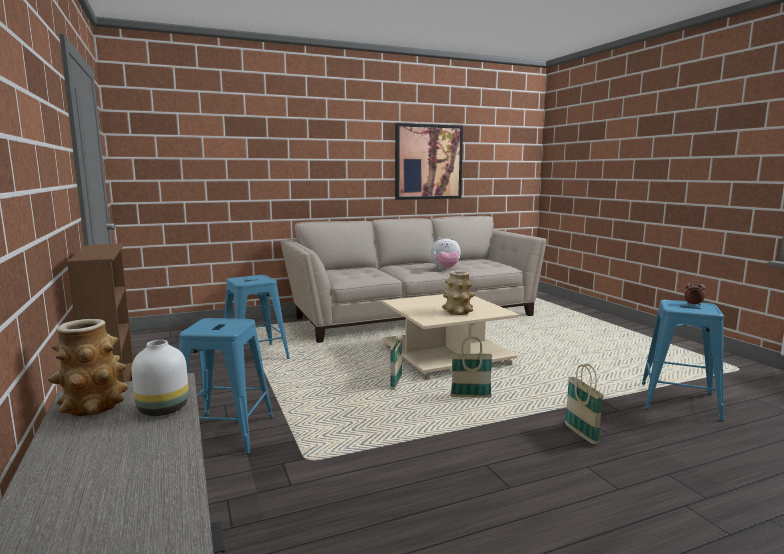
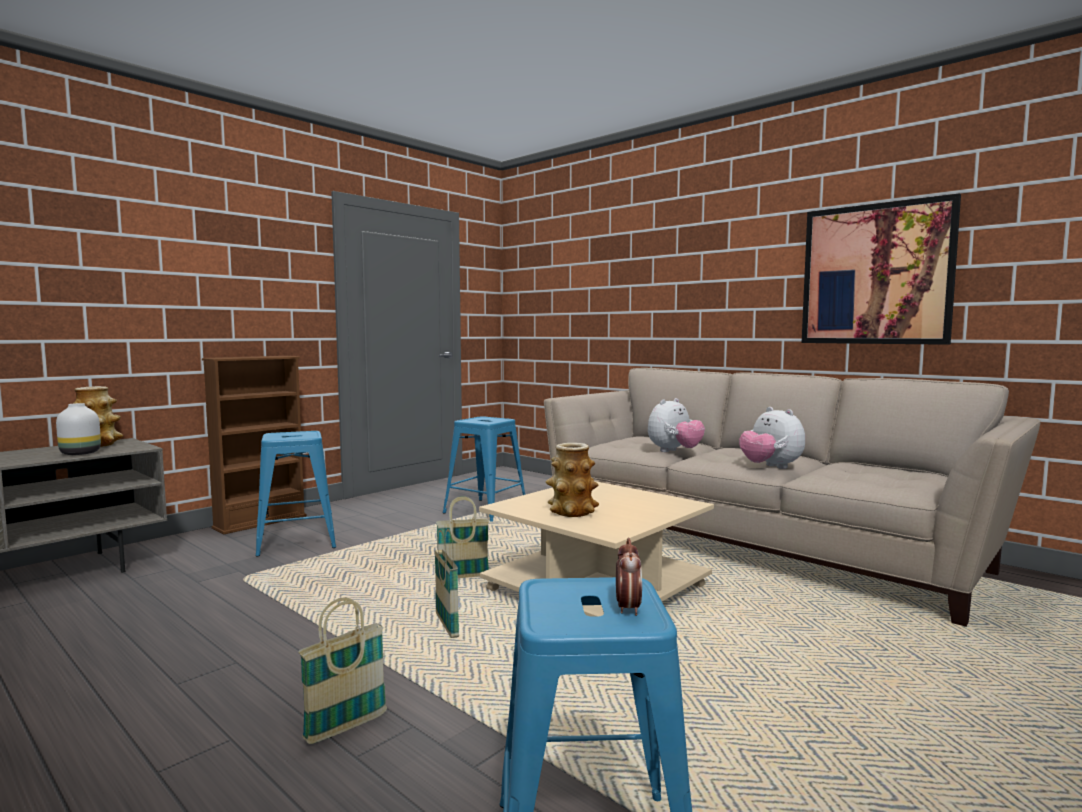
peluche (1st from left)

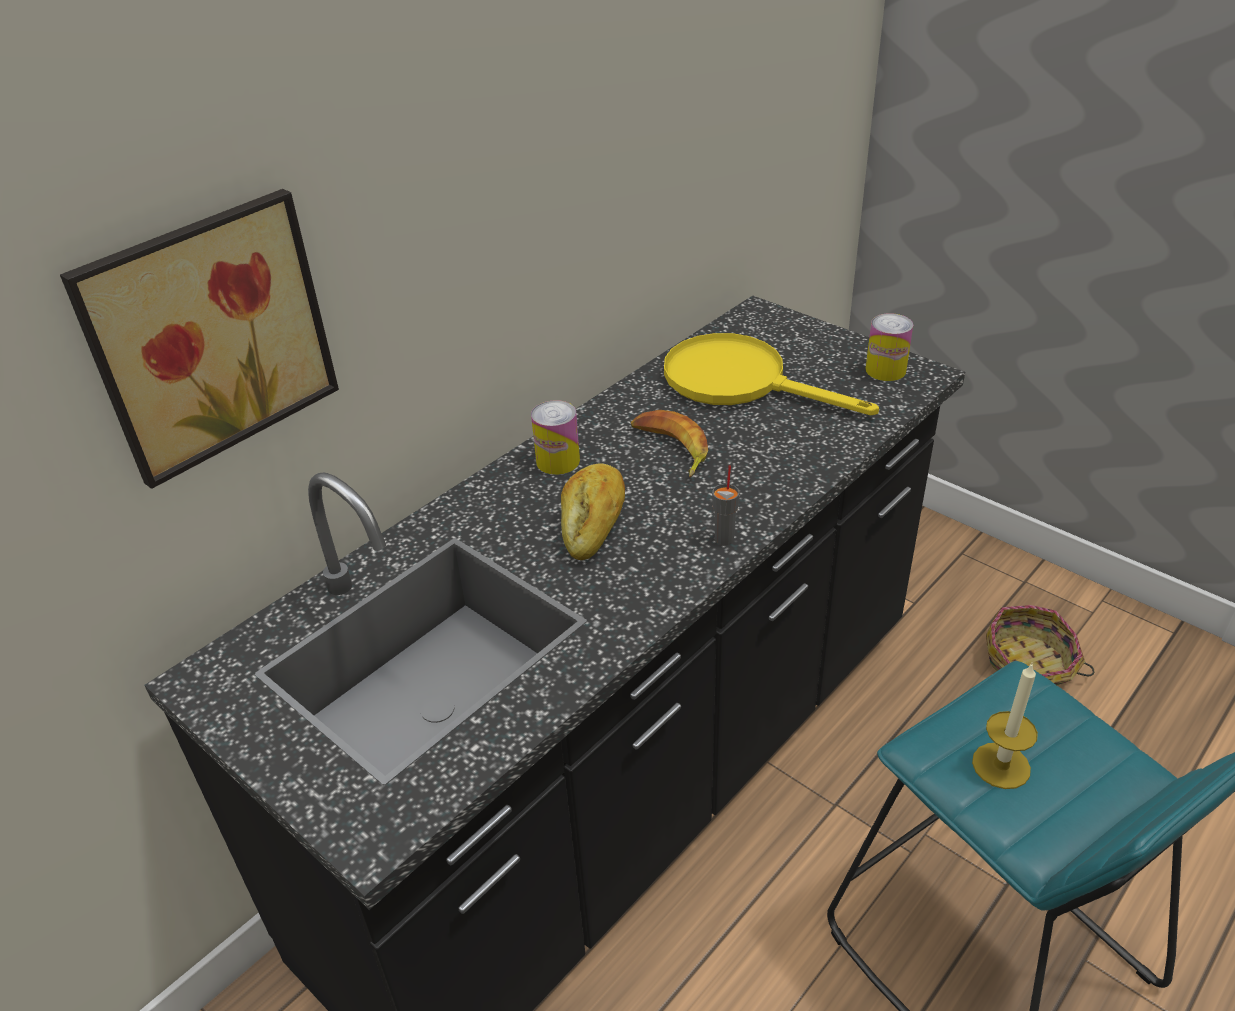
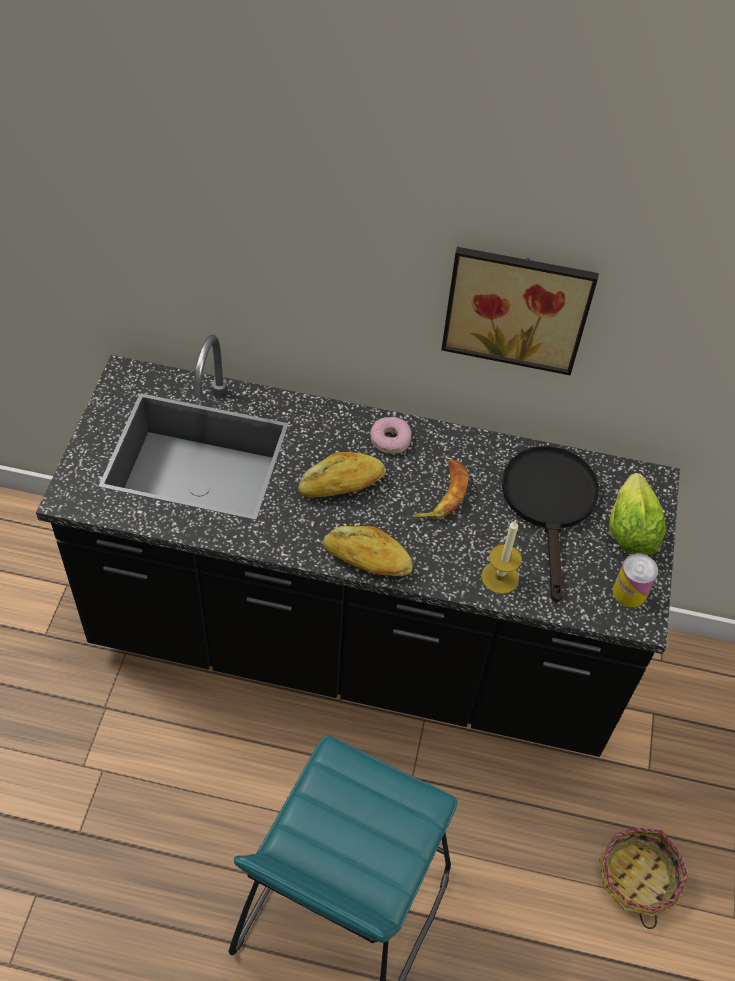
tableau
poêle/noir
beignet
pain (2nd from left)
bougie
laitue

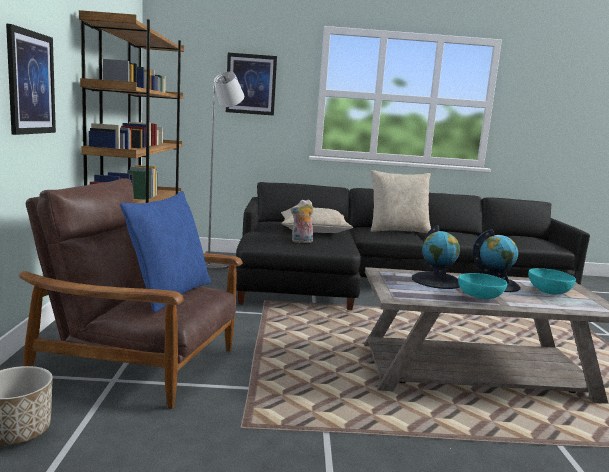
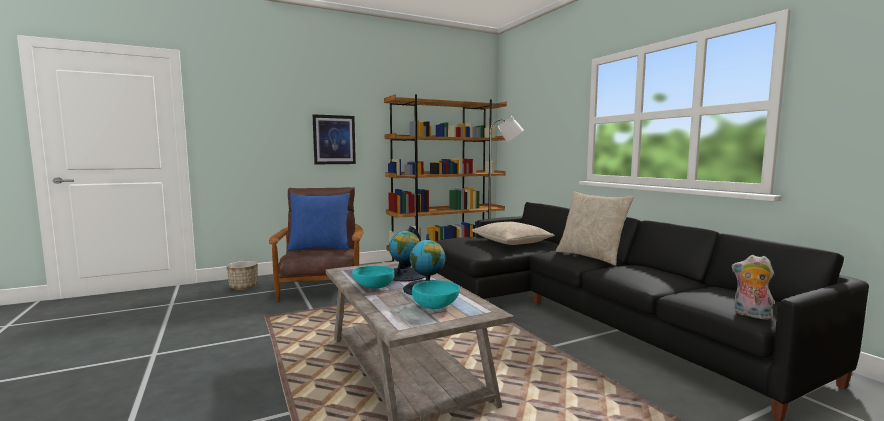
tableau (2nd from left in the first image)
peluche

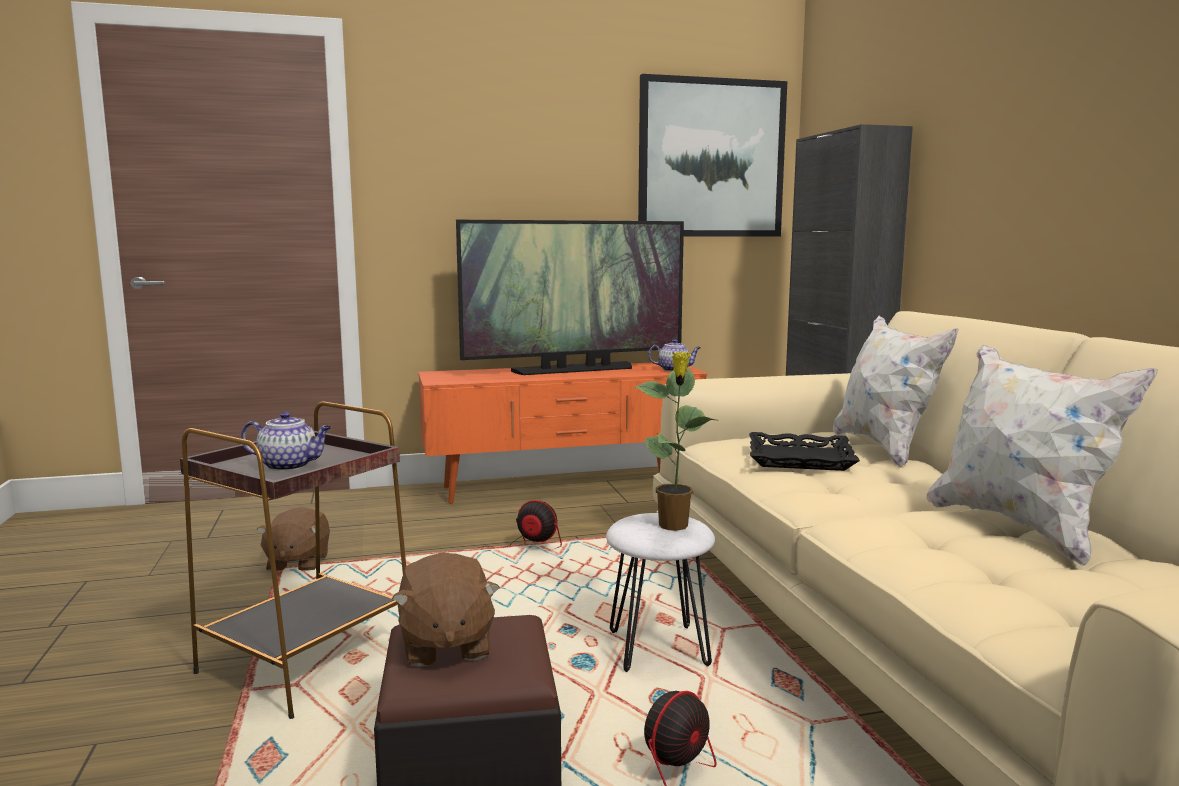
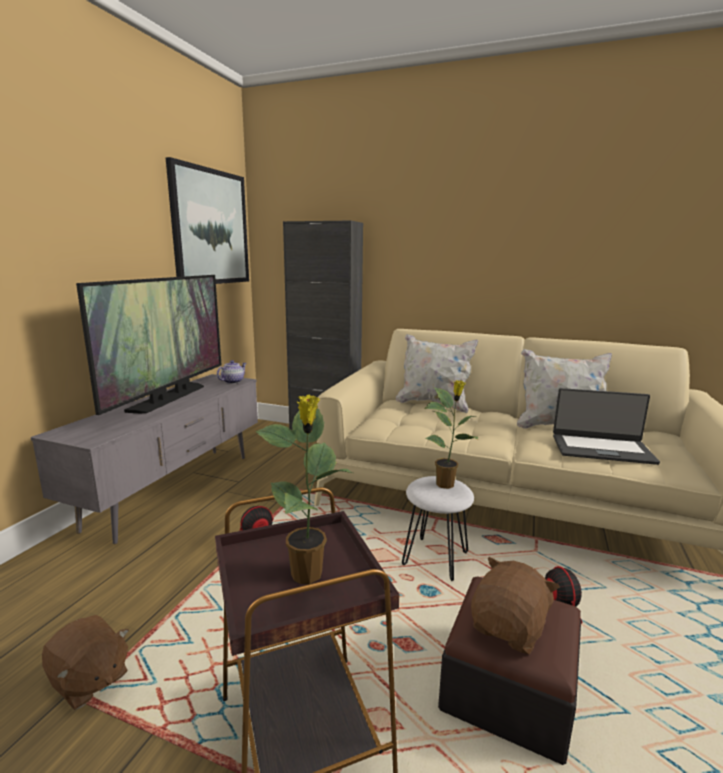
meuble télé/gris
plante en pot (1st from left)
plateau/noir
peluche/marron (2nd from left)
ordinateur portable

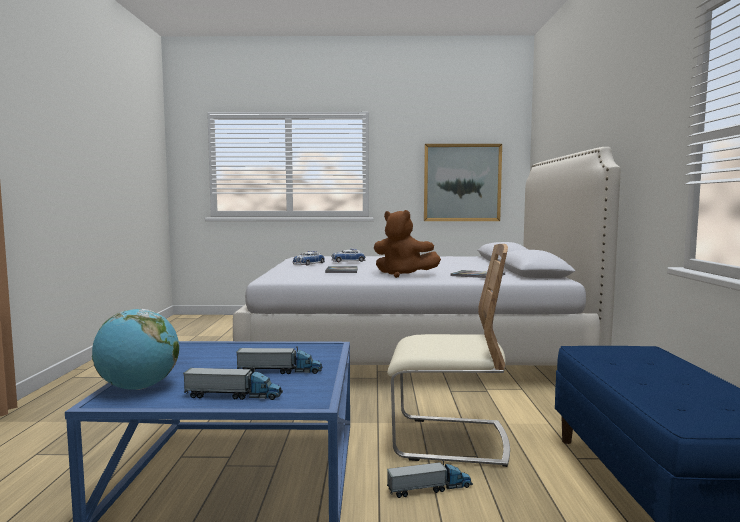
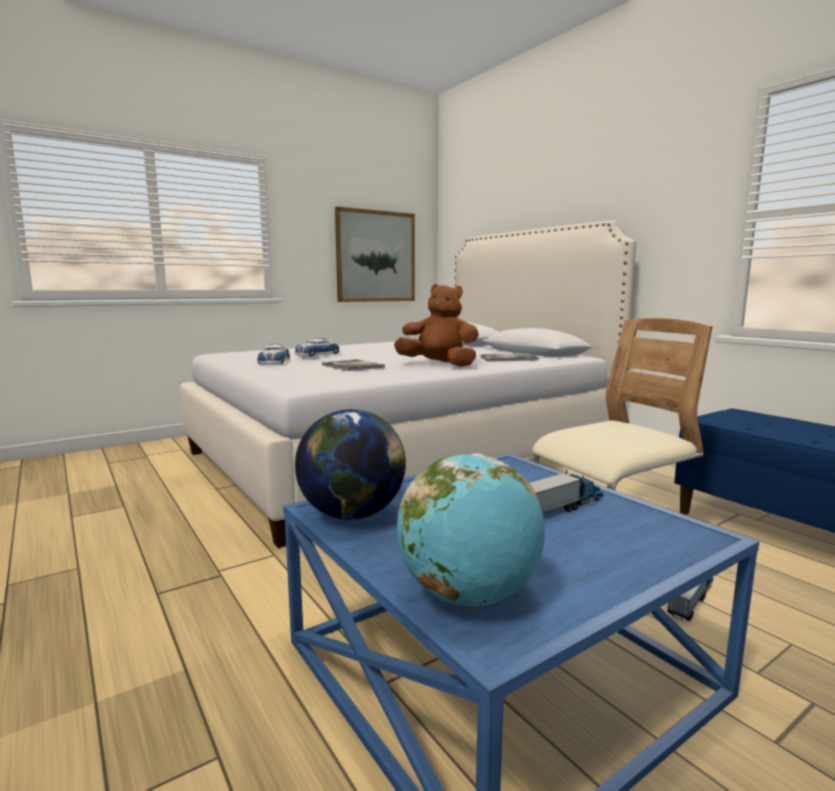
peluche/marron
camion jouet (1st from left in the first image)
globe (1st from left)

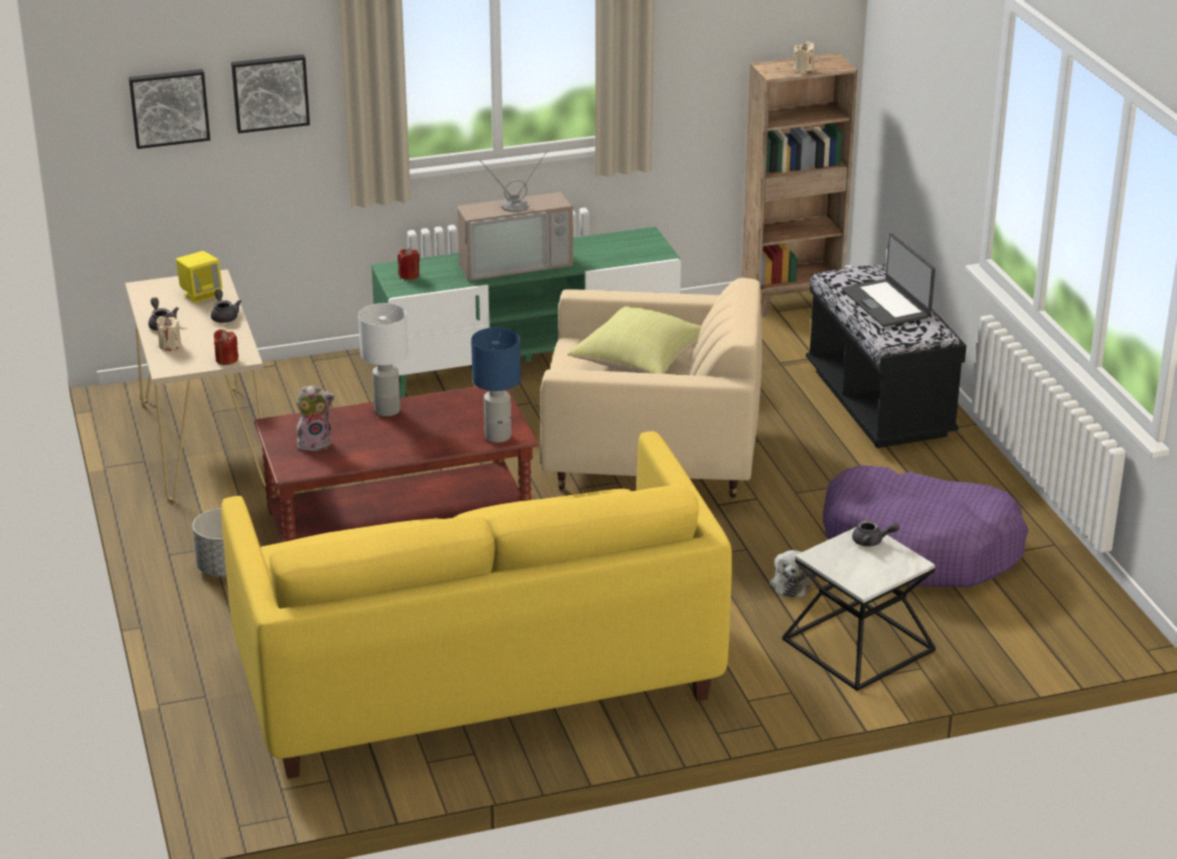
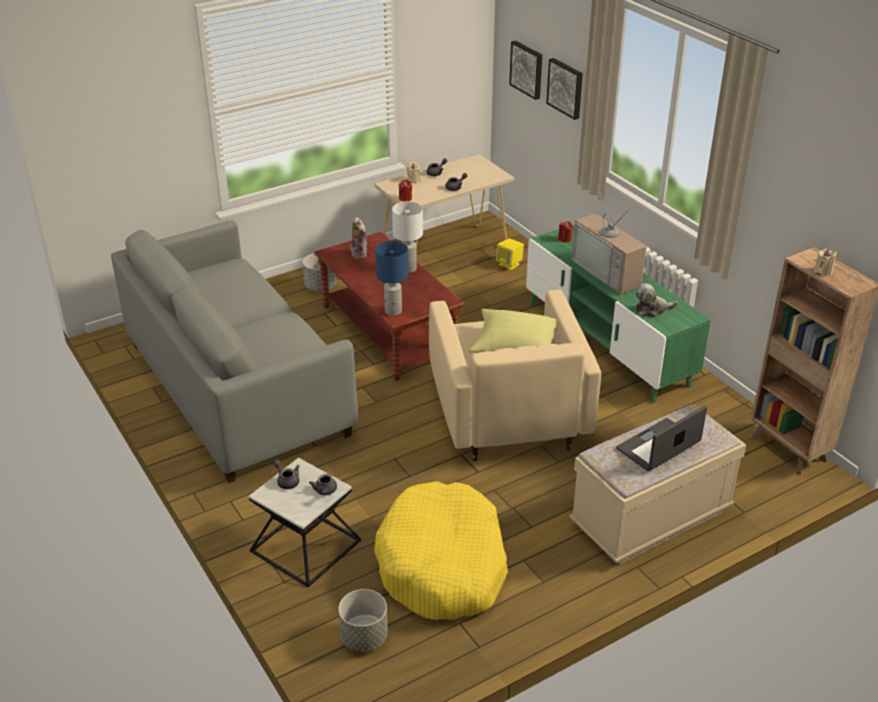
enceinte/jaune
banc/beige
canapé/gris
panier pour chien/jaune
peluche (2nd from left)
théière/gris (1st from left)
cache-pot/gris (2nd from left)

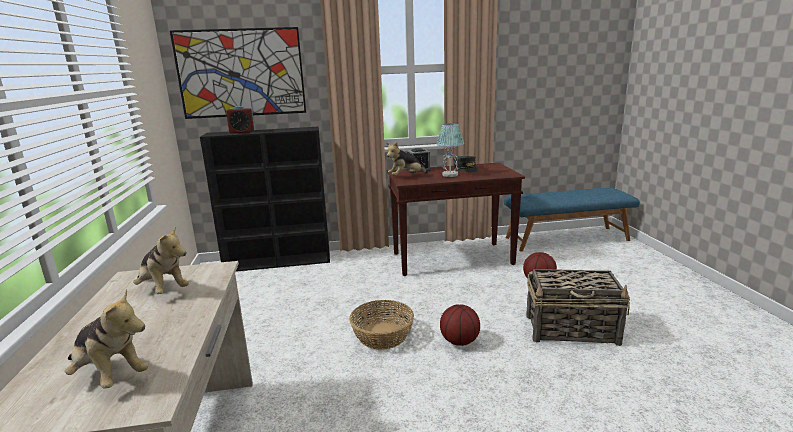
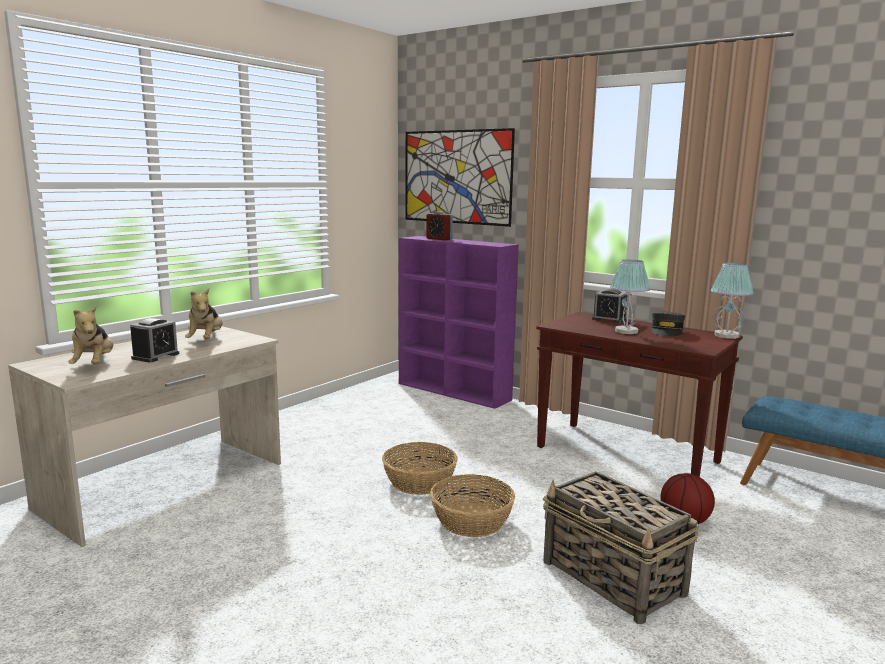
bibliothèque/violet
peluche (3rd from left in the first image)
panier (2nd from left)
lampe de table (2nd from left)
réveil (1st from left)

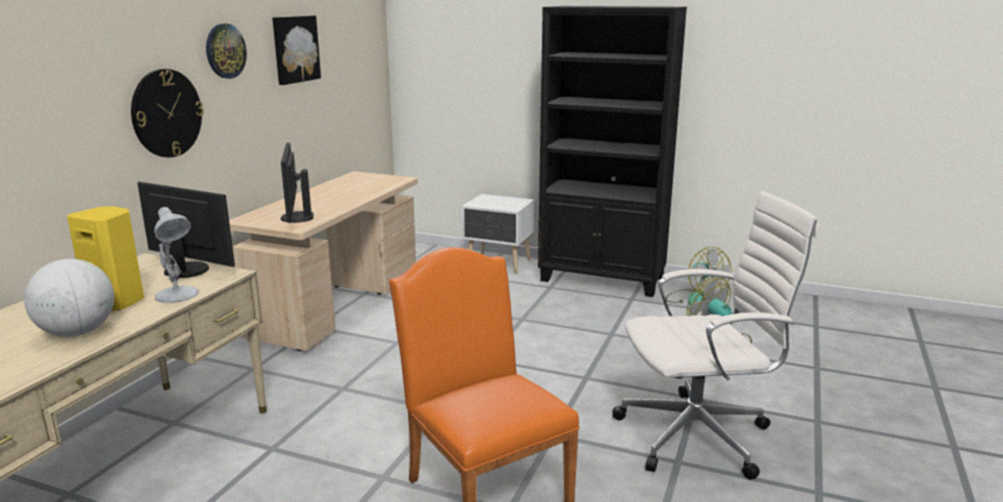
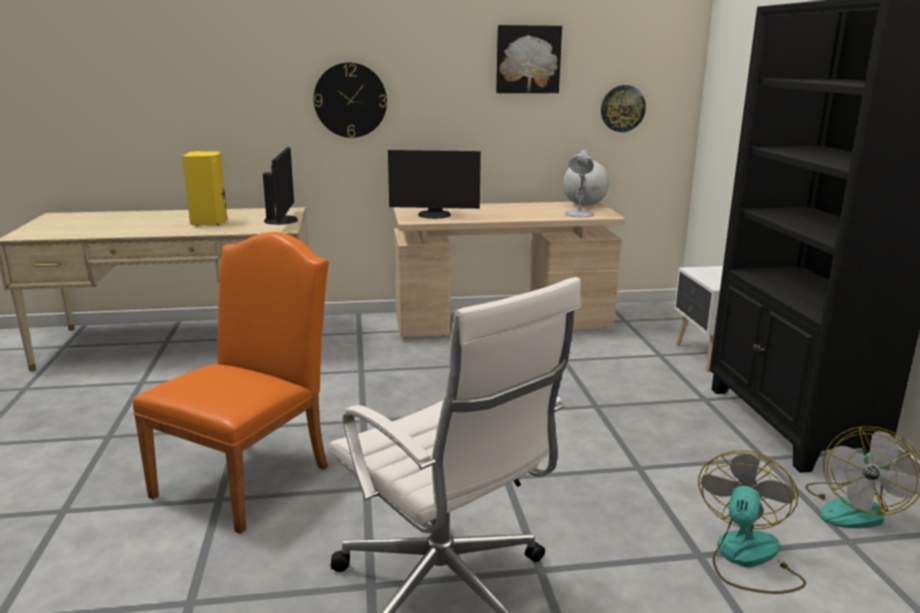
horloge murale (2nd from left)
écran d'ordinateur (2nd from left)
lampe de table/blanc
globe

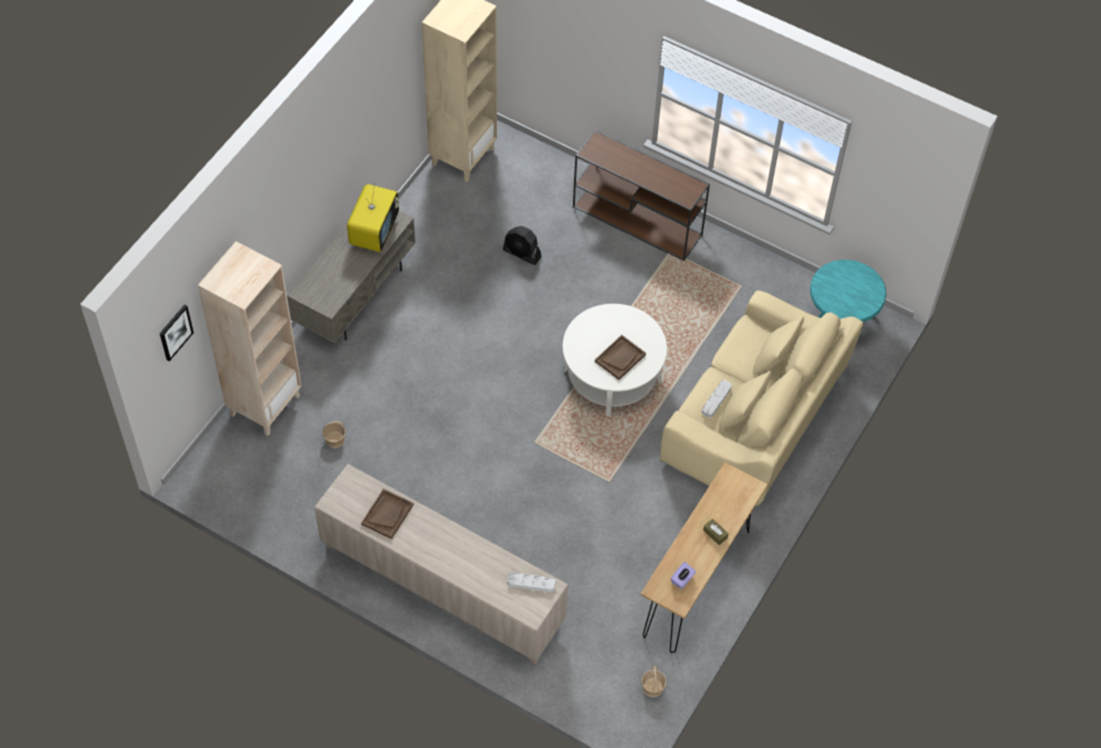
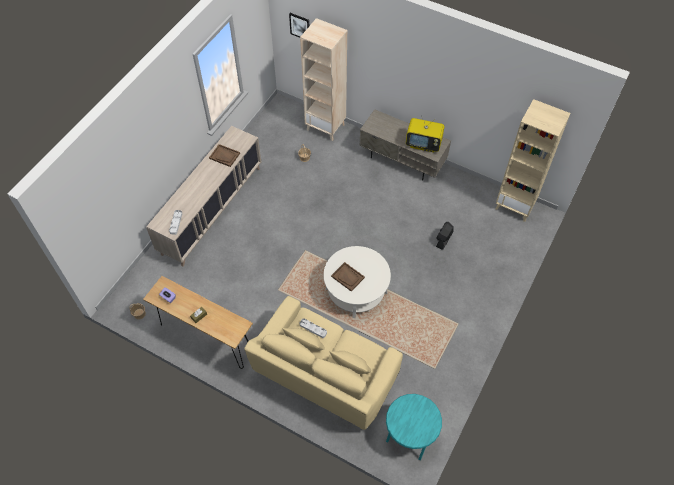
table console/marron (1st from left in the first image)

